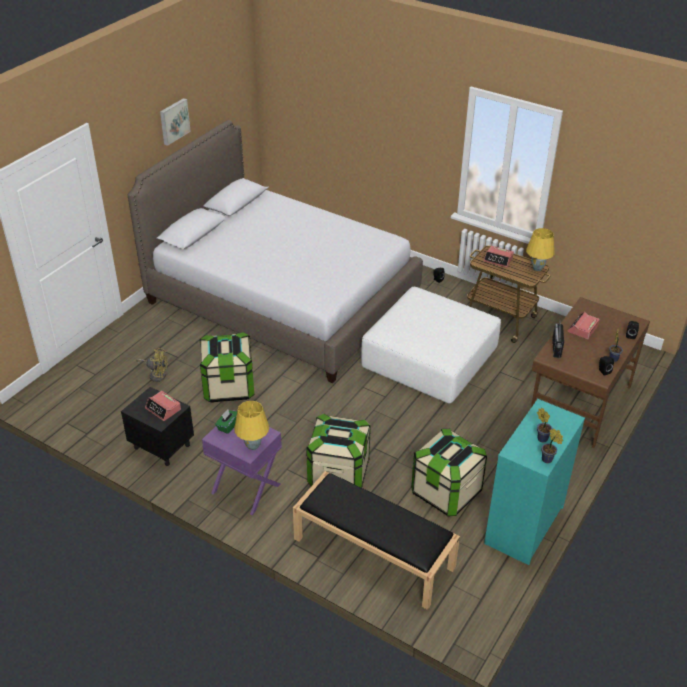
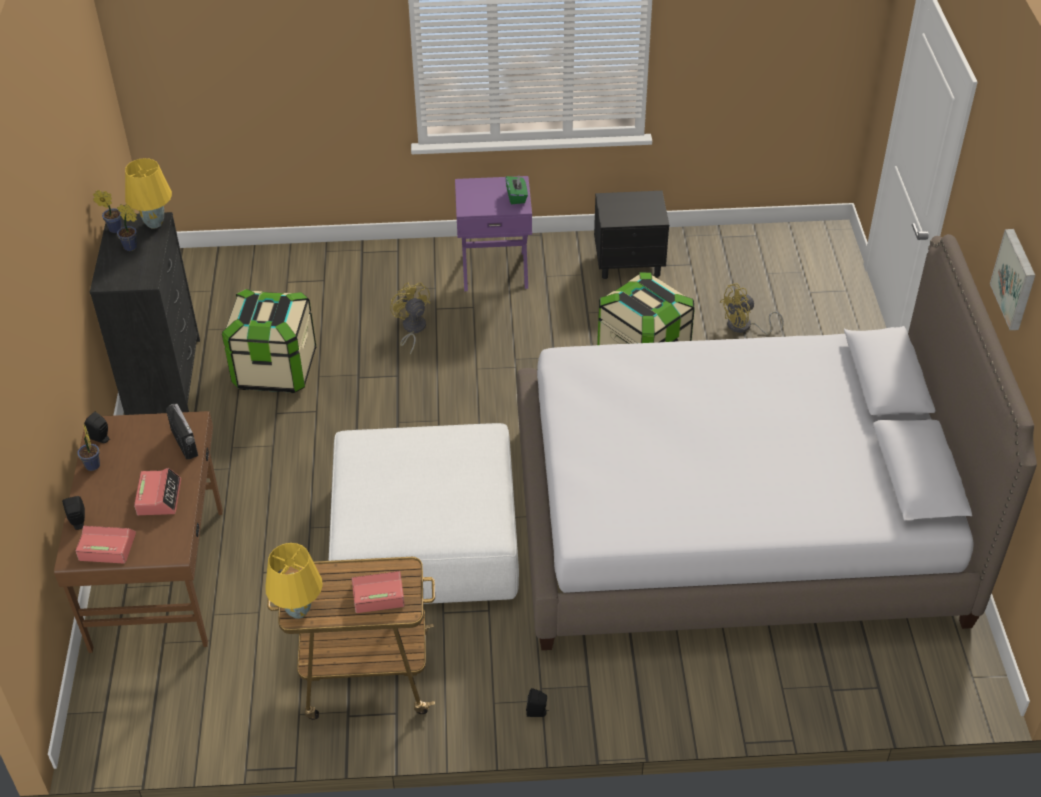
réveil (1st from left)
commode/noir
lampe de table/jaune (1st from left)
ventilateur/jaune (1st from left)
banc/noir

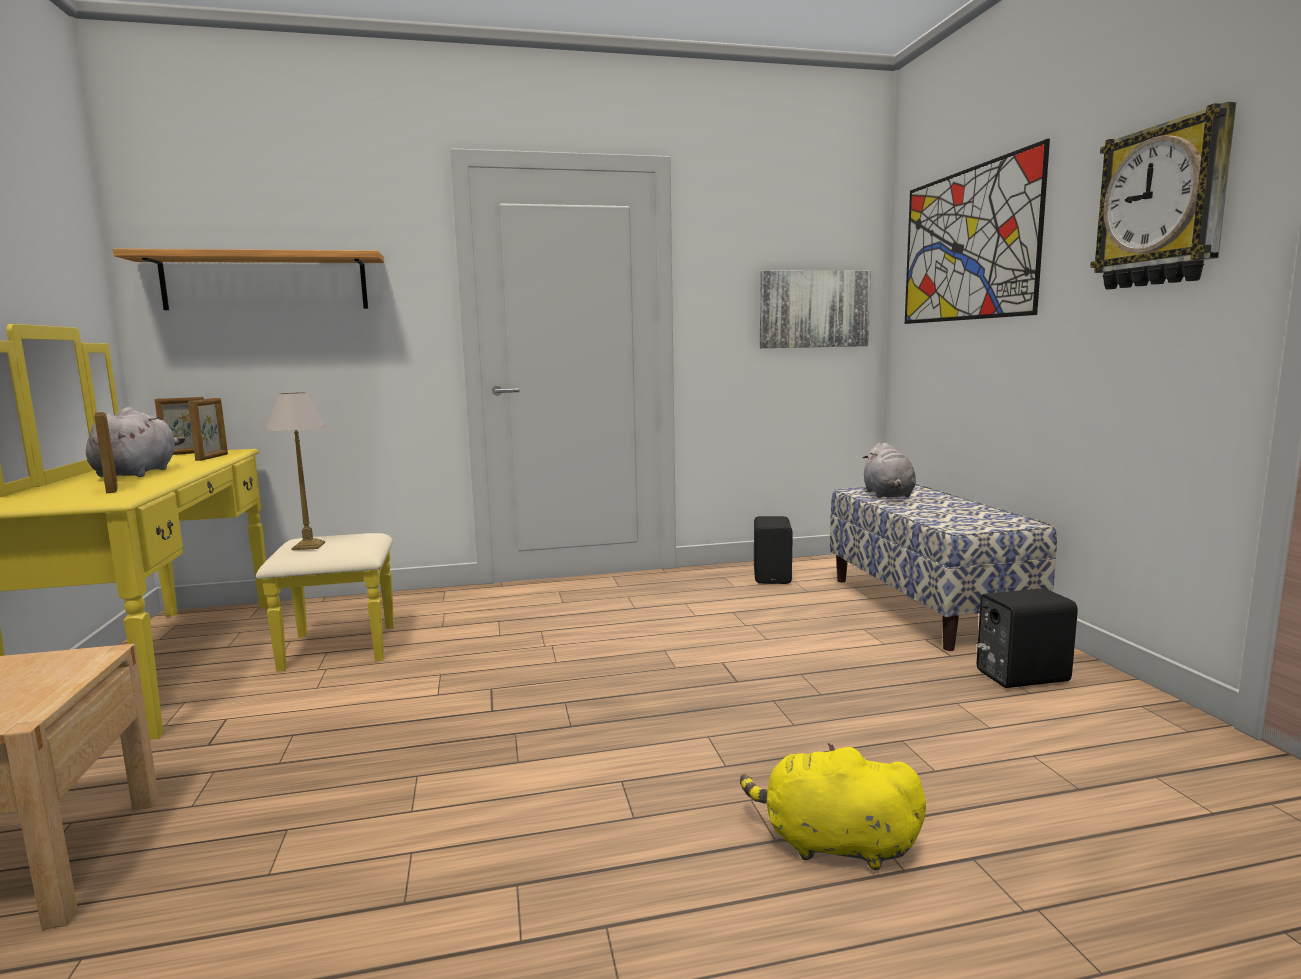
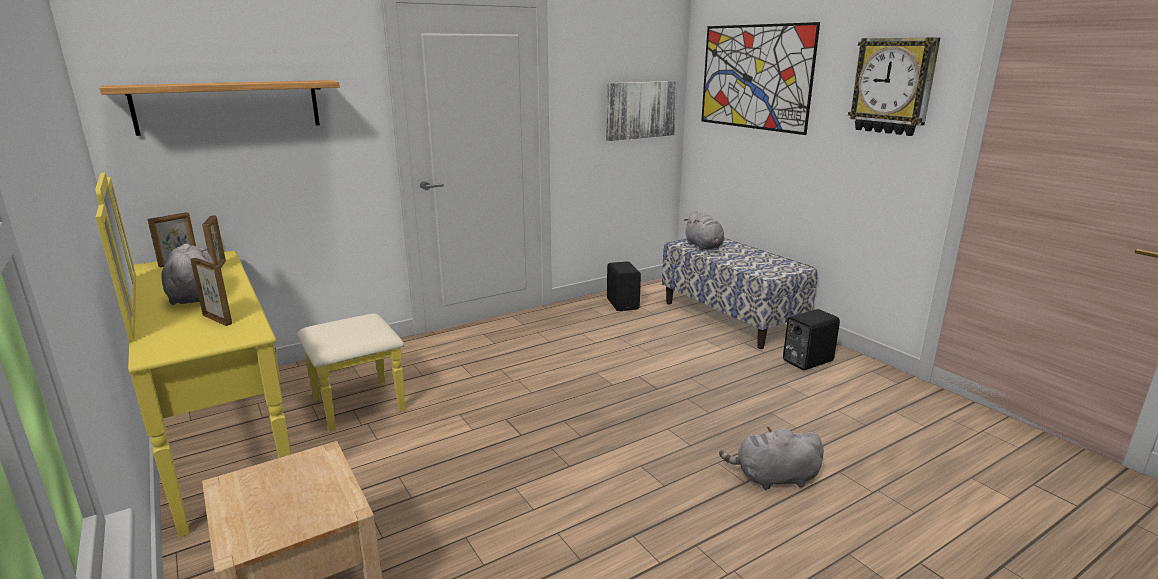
lampe de table
peluche/gris (3rd from left)

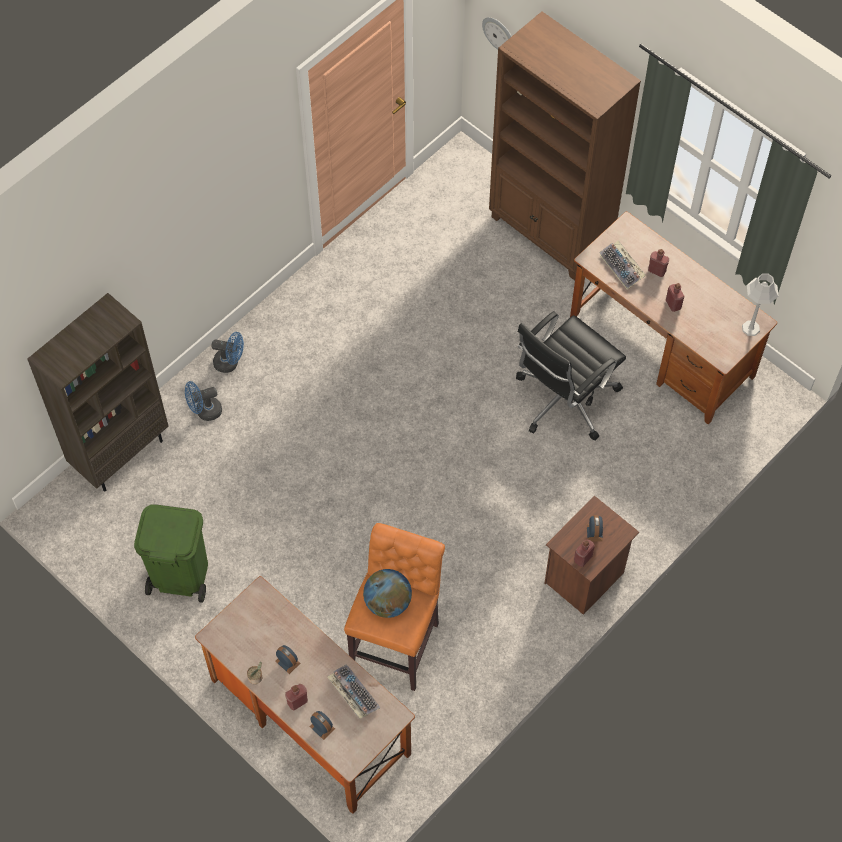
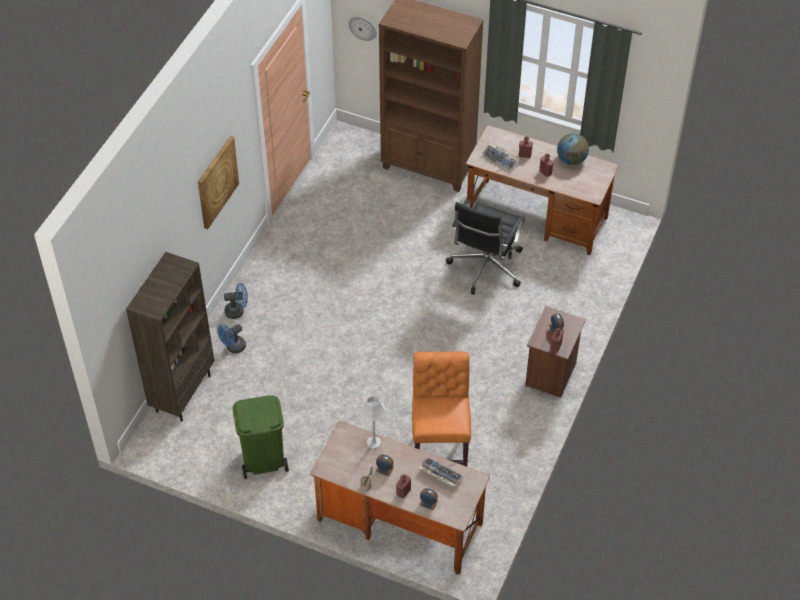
lampe de table/gris
globe
tableau

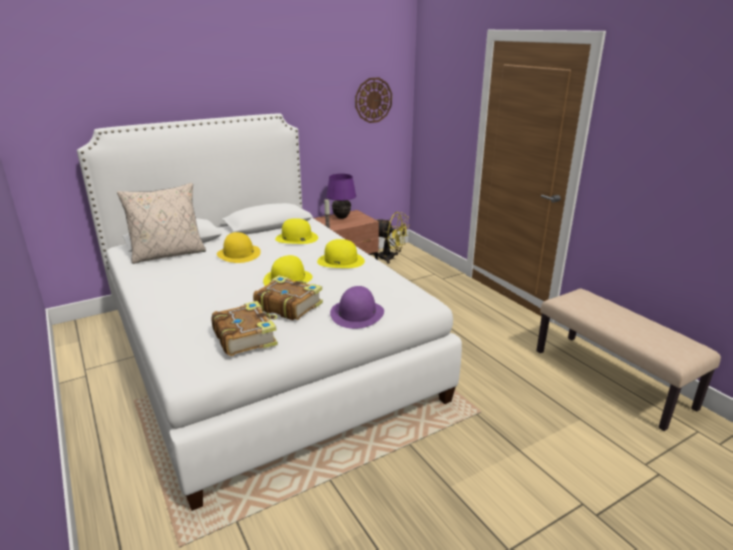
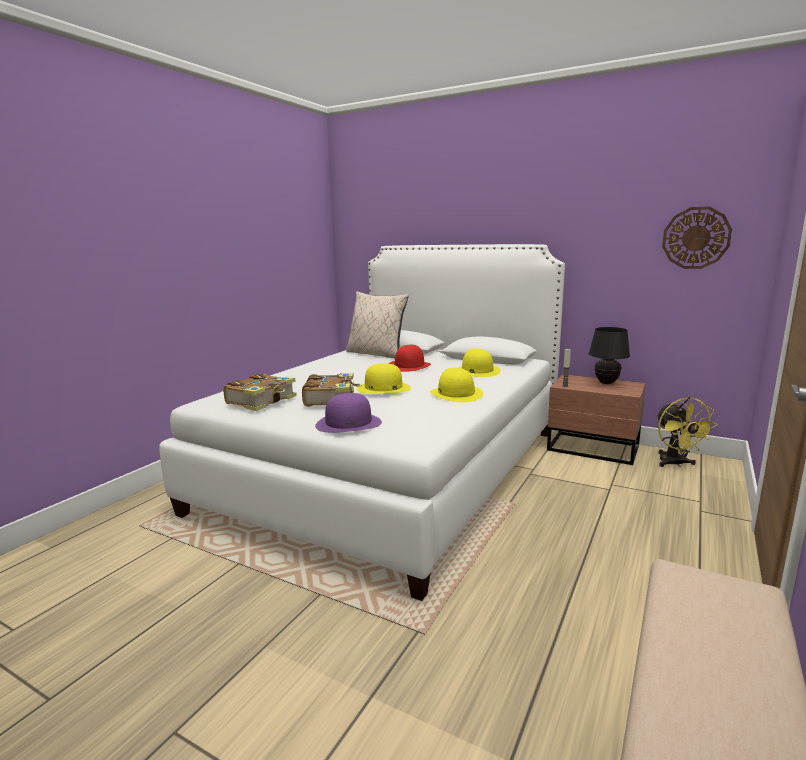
lampe de table/noir
chapeau/rouge

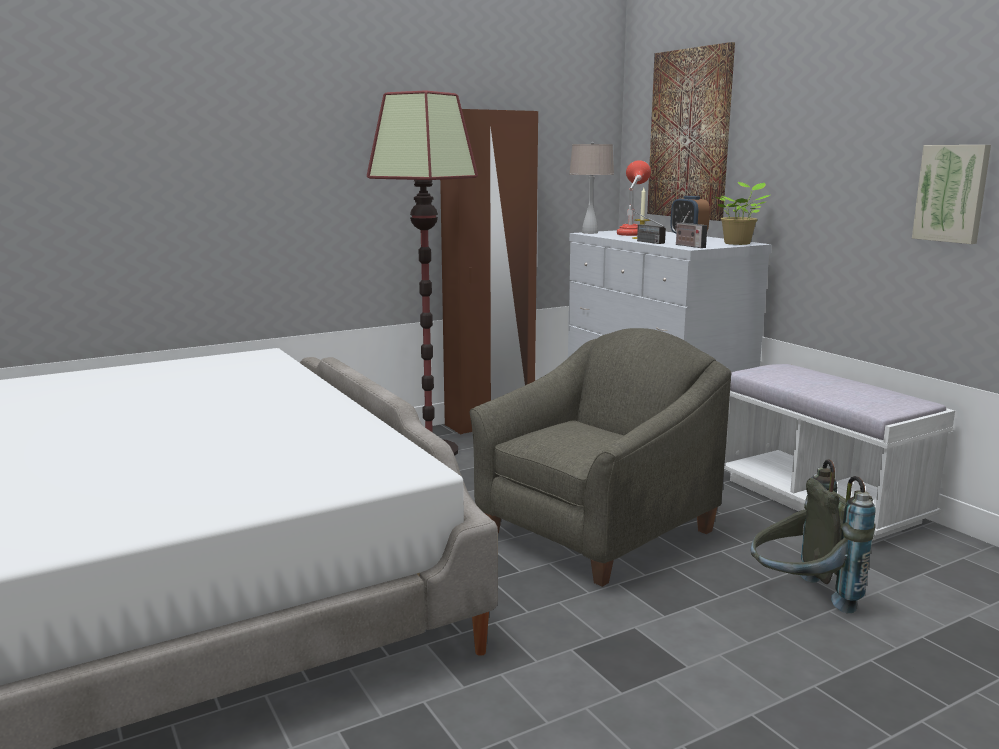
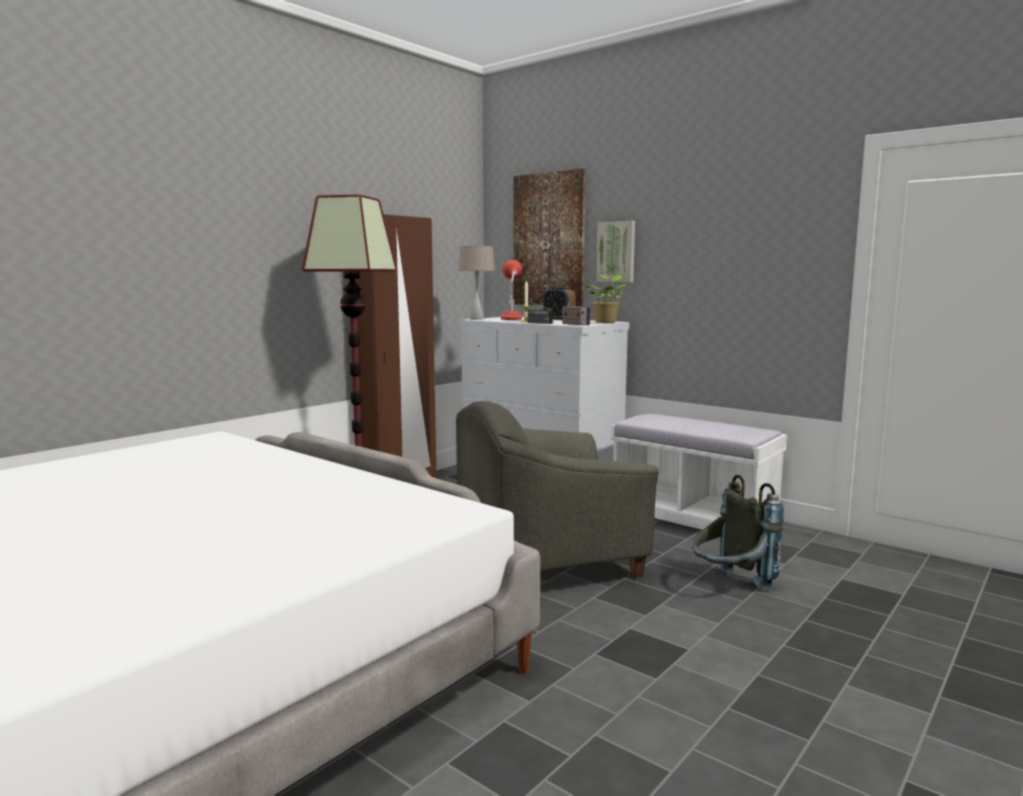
tableau (2nd from left)
fauteuil/gris

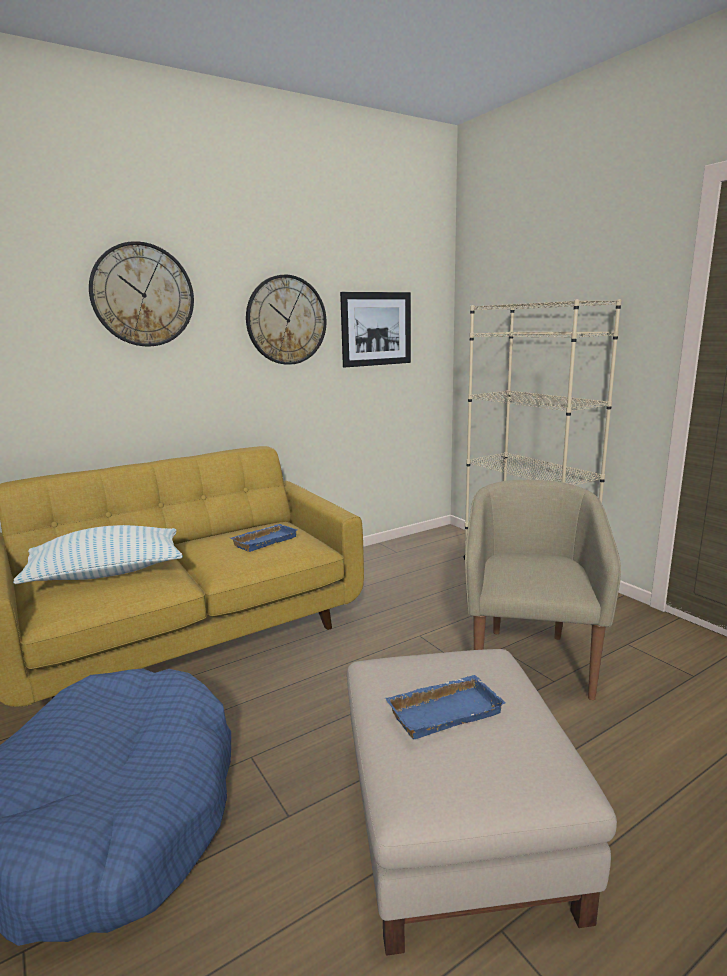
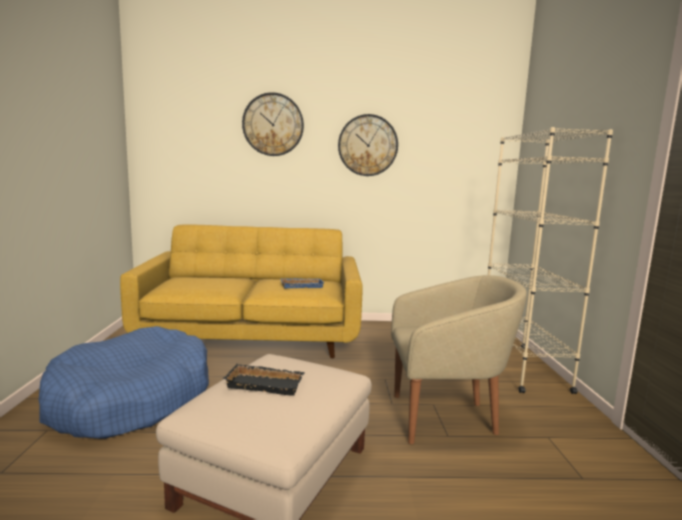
tableau
fauteuil/beige
coussin
plateau/noir

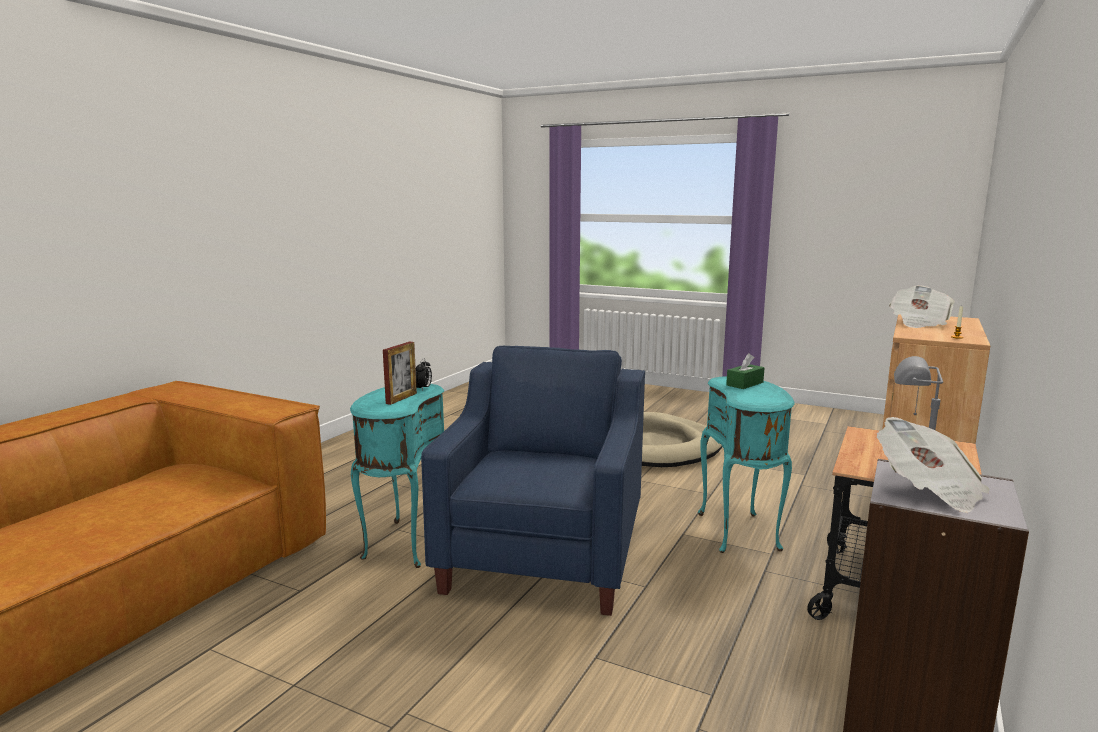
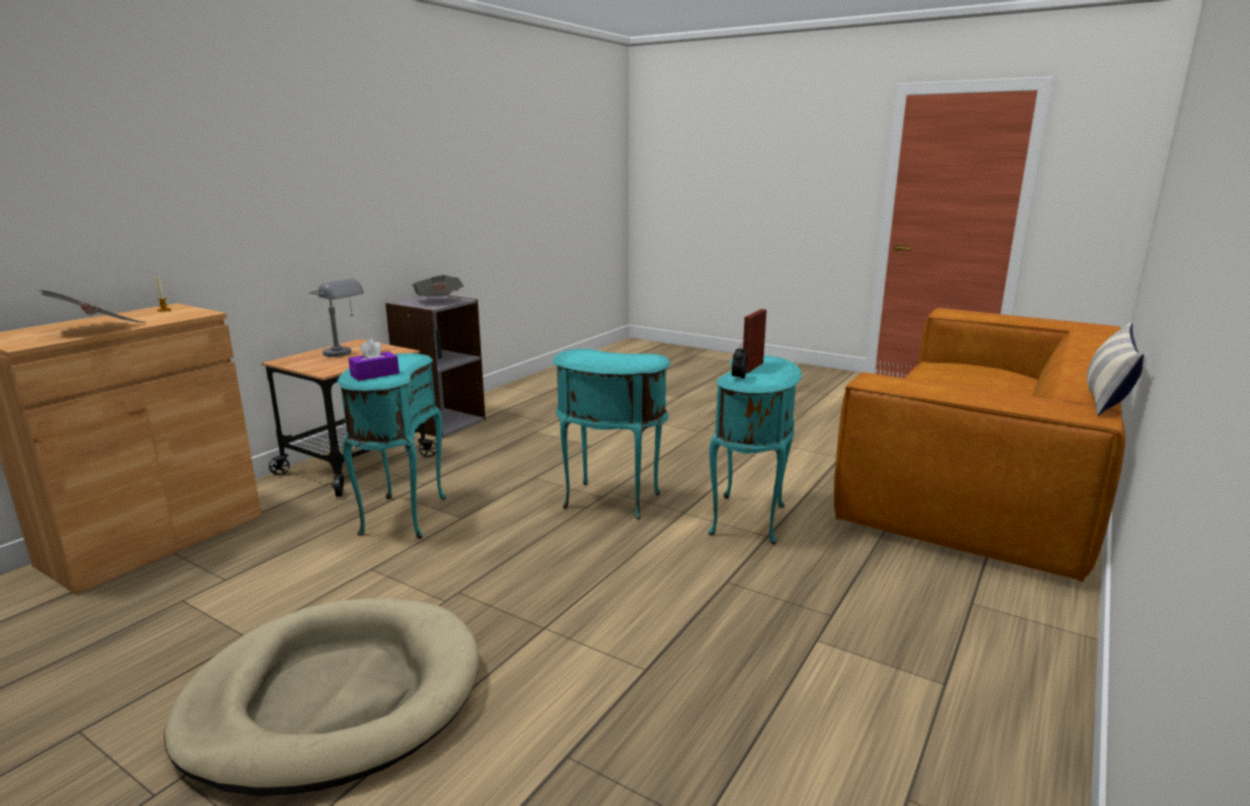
table d'appoint/turquoise (2nd from left)
boîte à mouchoirs/violet
coussin

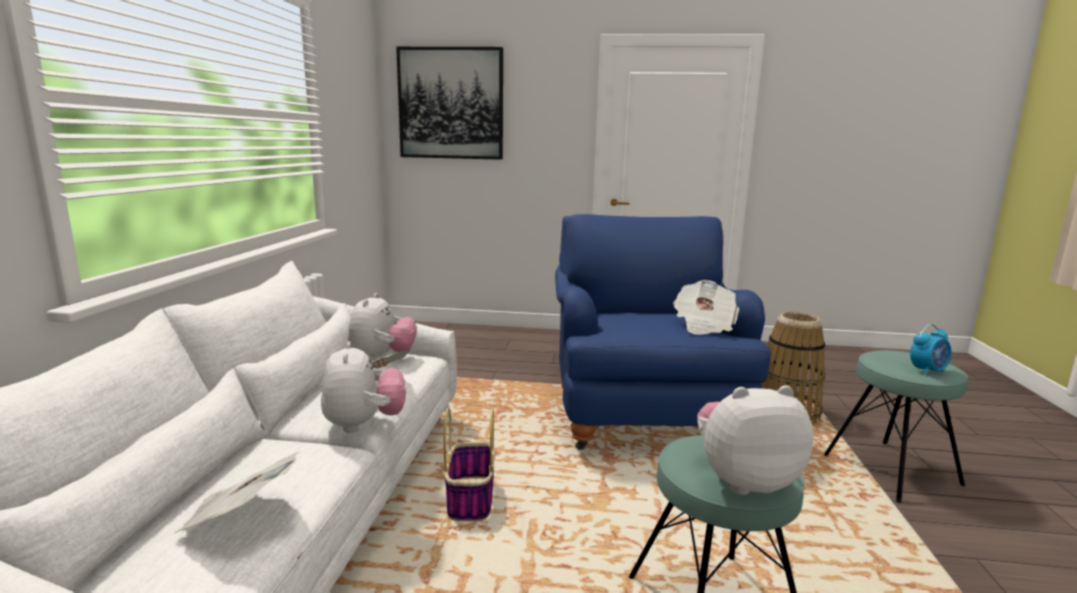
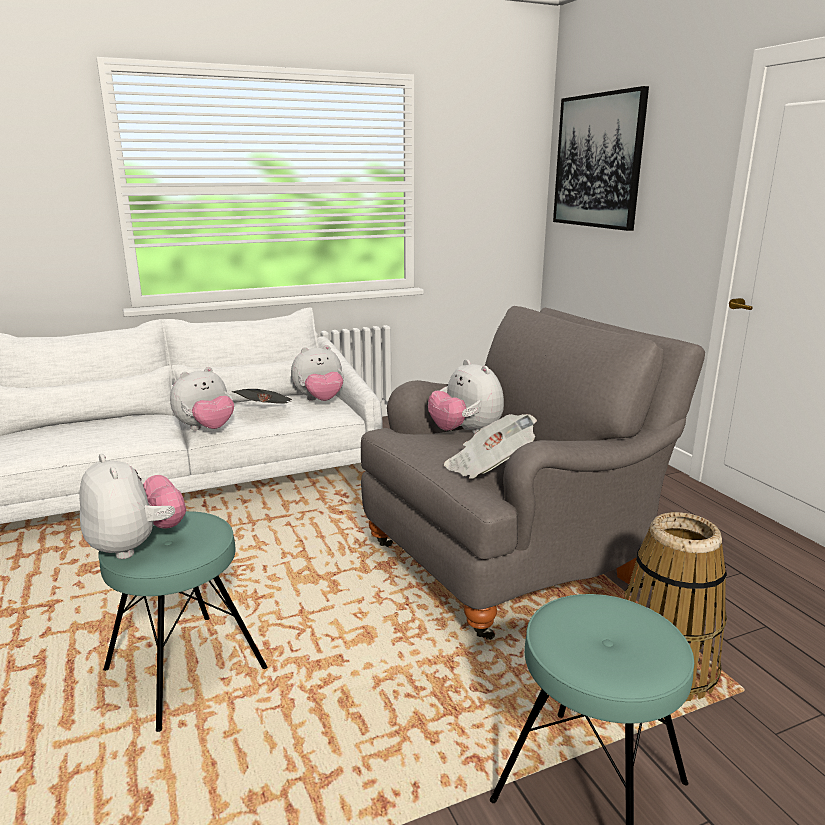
fauteuil/gris
réveil
panier (1st from left in the first image)
journal (1st from left in the first image)
peluche (4th from left)

